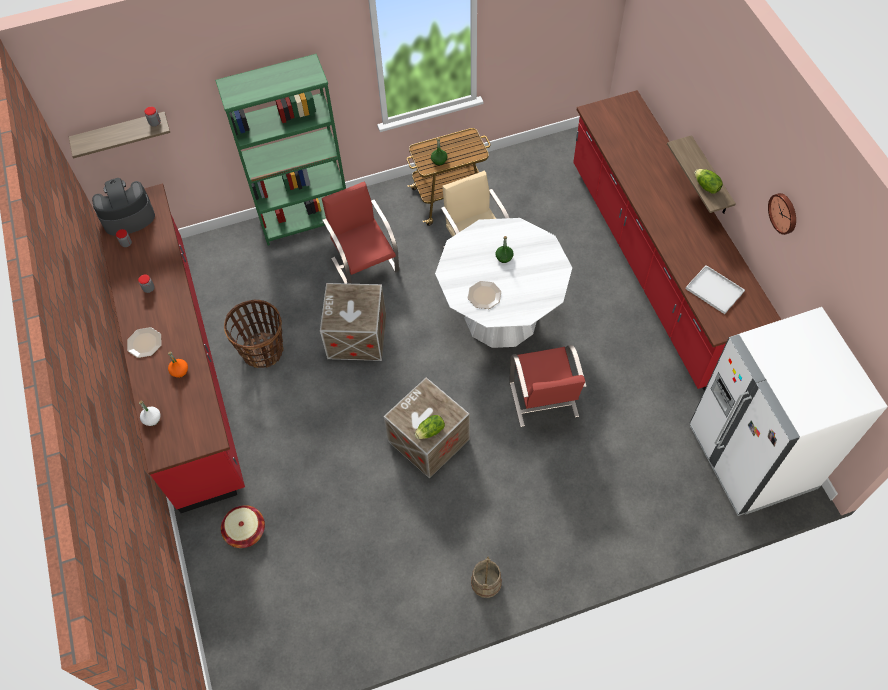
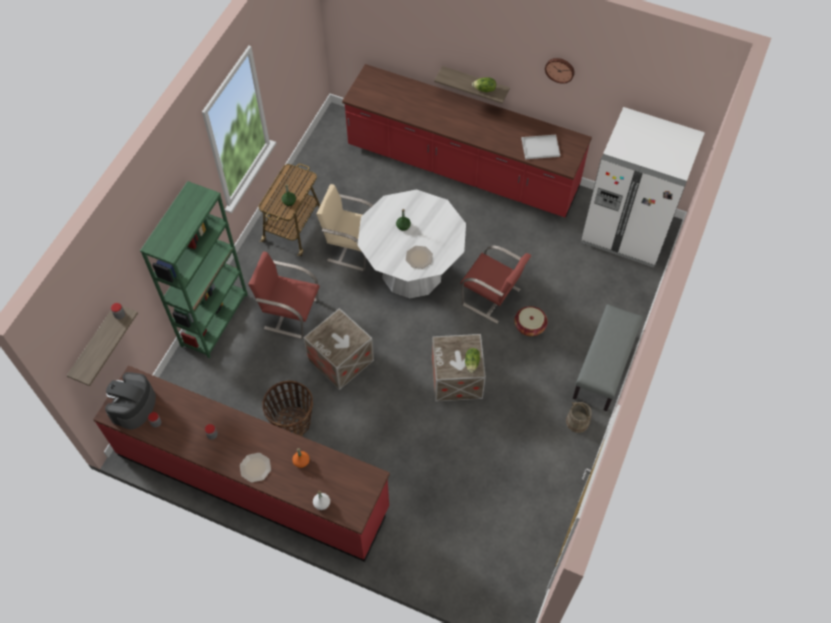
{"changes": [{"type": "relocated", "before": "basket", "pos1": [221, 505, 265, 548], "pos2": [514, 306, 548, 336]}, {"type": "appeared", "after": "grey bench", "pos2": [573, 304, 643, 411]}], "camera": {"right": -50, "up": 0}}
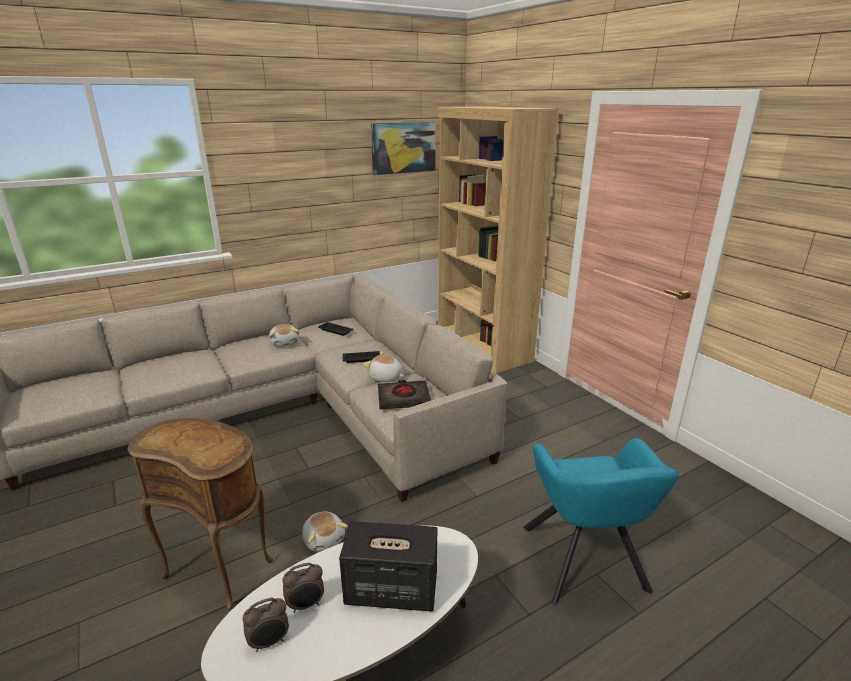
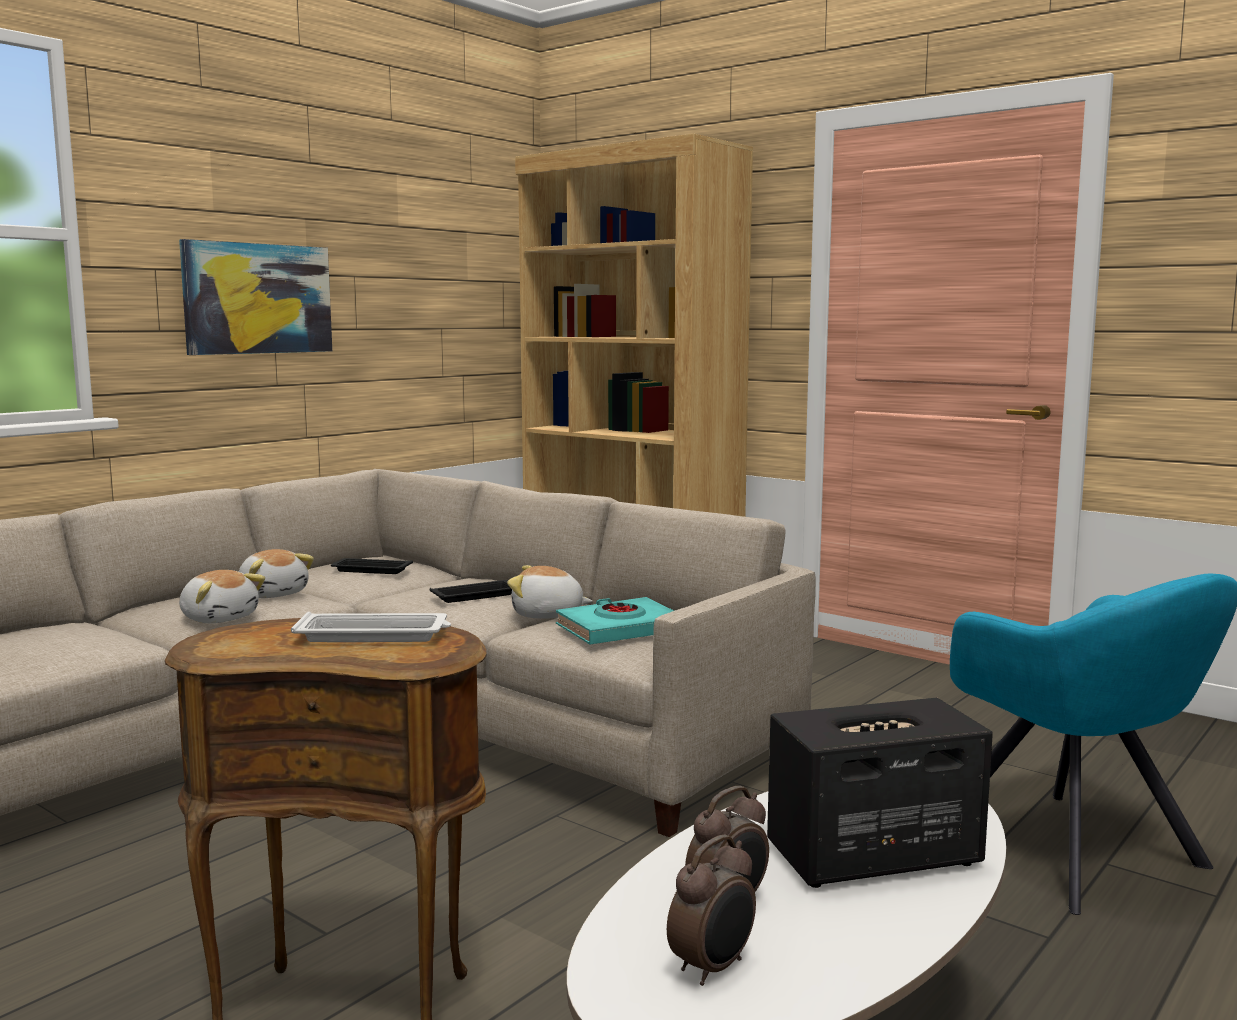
{"changes": [{"type": "relocated", "before": "plush toy", "pos1": [302, 511, 348, 552], "pos2": [179, 570, 265, 624]}, {"type": "relocated", "before": "picture", "pos1": [371, 122, 436, 175], "pos2": [179, 239, 332, 355]}, {"type": "colour", "before": "black book", "after": "turquoise book", "pos1": [378, 380, 431, 409], "pos2": [556, 597, 674, 645]}, {"type": "appeared", "after": "white tray", "pos2": [291, 612, 451, 642]}], "camera": {"right": -20, "up": -15}}
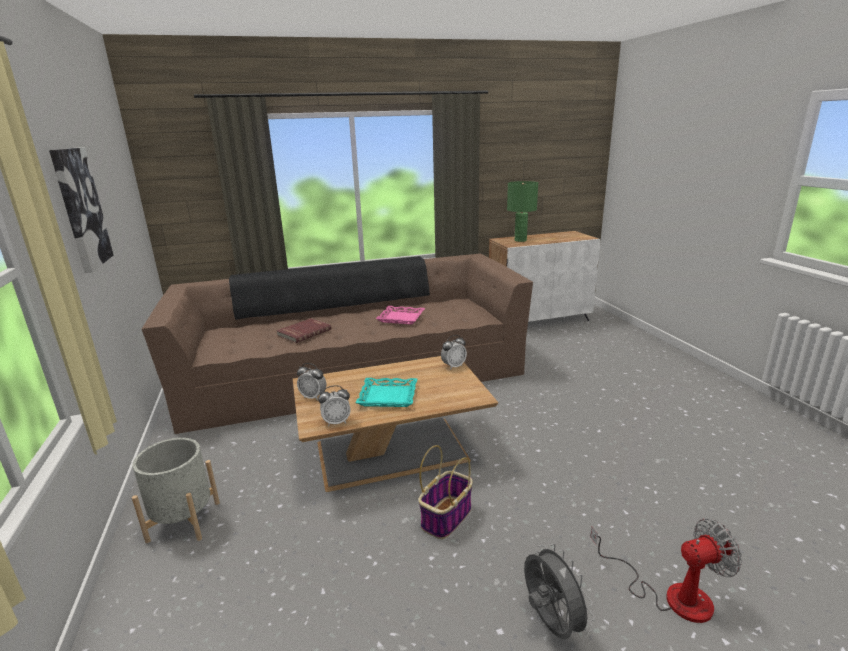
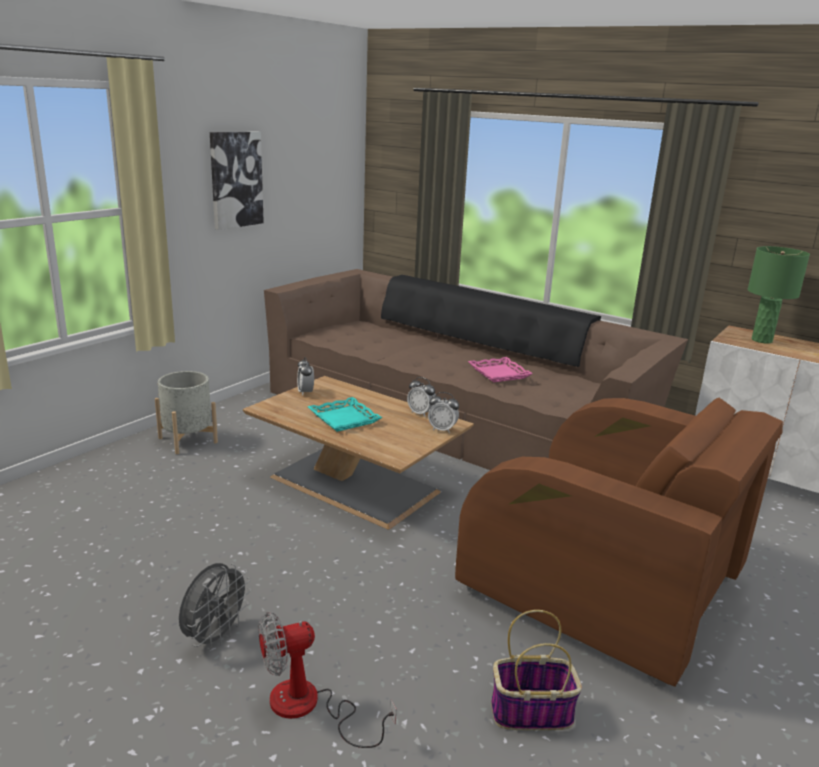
{"changes": [{"type": "missing", "before": "red book", "pos1": [277, 318, 331, 343]}, {"type": "relocated", "before": "alarm clock", "pos1": [318, 385, 350, 426], "pos2": [407, 377, 436, 417]}, {"type": "relocated", "before": "basket", "pos1": [418, 445, 473, 539], "pos2": [491, 610, 582, 730]}, {"type": "spun", "before": "fan", "pos1": [590, 519, 742, 623], "pos2": [258, 611, 396, 748], "turn": 120}, {"type": "appeared", "after": "brown armchair", "pos2": [455, 397, 783, 687]}], "camera": {"right": 50, "up": 0}}
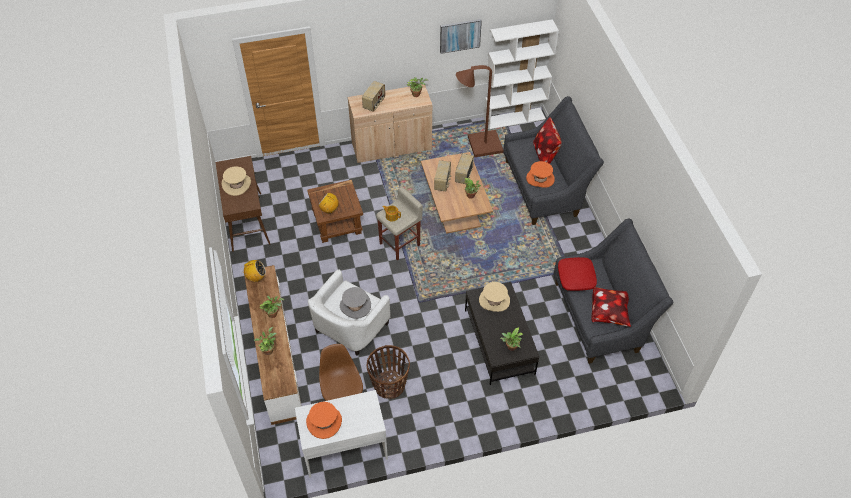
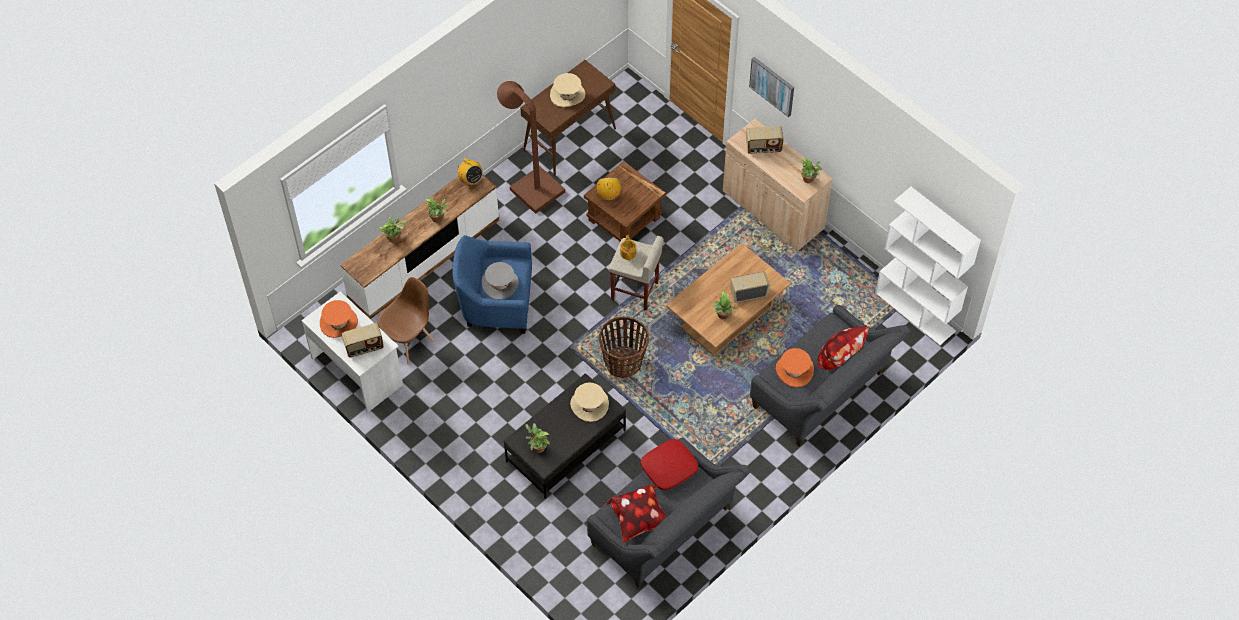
{"changes": [{"type": "colour", "before": "white armchair", "after": "blue armchair", "pos1": [308, 269, 391, 356], "pos2": [452, 235, 532, 334]}, {"type": "relocated", "before": "basket", "pos1": [367, 345, 410, 399], "pos2": [599, 316, 649, 378]}, {"type": "relocated", "before": "radio", "pos1": [434, 160, 451, 191], "pos2": [342, 323, 384, 358]}, {"type": "relocated", "before": "picture", "pos1": [440, 19, 482, 54], "pos2": [749, 57, 794, 117]}, {"type": "relocated", "before": "brown floor lamp", "pos1": [456, 65, 503, 157], "pos2": [497, 81, 565, 214]}], "camera": {"right": 60, "up": 5}}
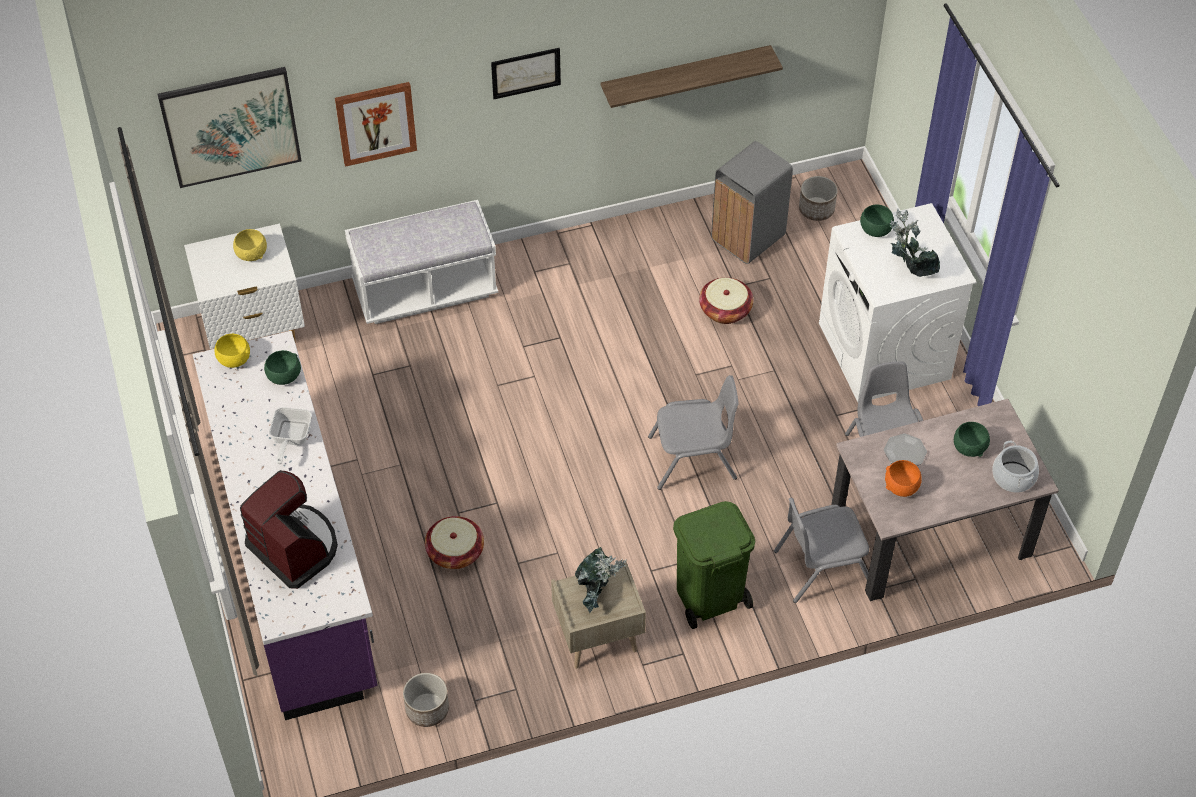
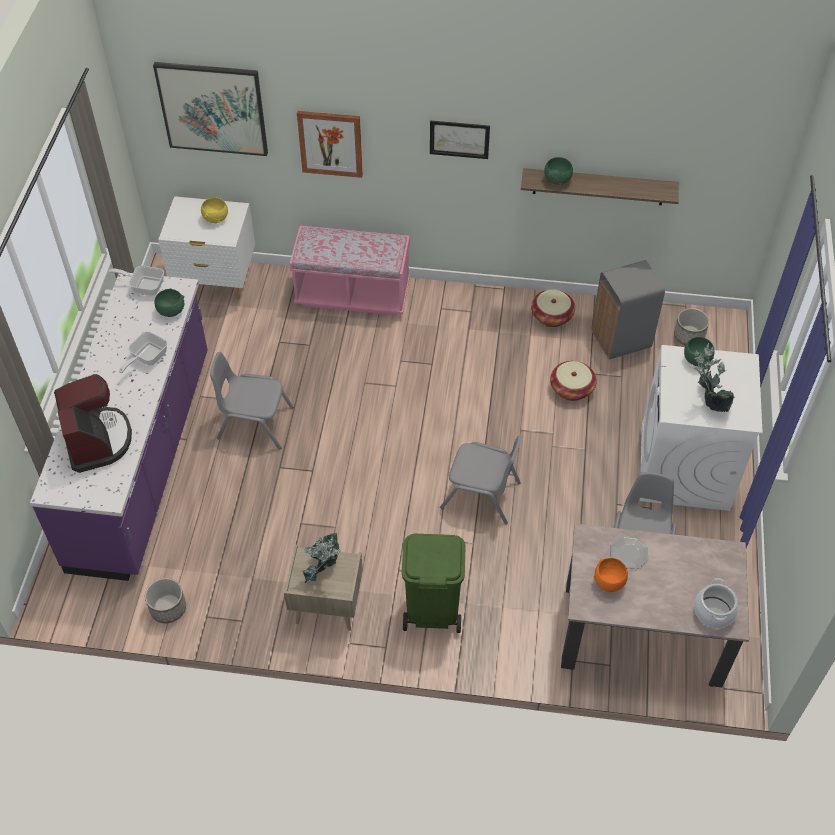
{"changes": [{"type": "exchanged", "before": "yellow bowl", "after": "frying pan", "pos1": [214, 334, 250, 368], "pos2": [108, 266, 164, 296]}, {"type": "colour", "before": "white bench", "after": "pink bench", "pos1": [345, 200, 498, 324], "pos2": [290, 226, 410, 315]}, {"type": "relocated", "before": "basket", "pos1": [425, 516, 484, 569], "pos2": [531, 289, 575, 327]}, {"type": "relocated", "before": "grey chair", "pos1": [774, 498, 869, 603], "pos2": [210, 352, 293, 450]}, {"type": "relocated", "before": "green bowl", "pos1": [954, 422, 990, 457], "pos2": [544, 157, 573, 185]}], "camera": {"right": 25, "up": 0}}
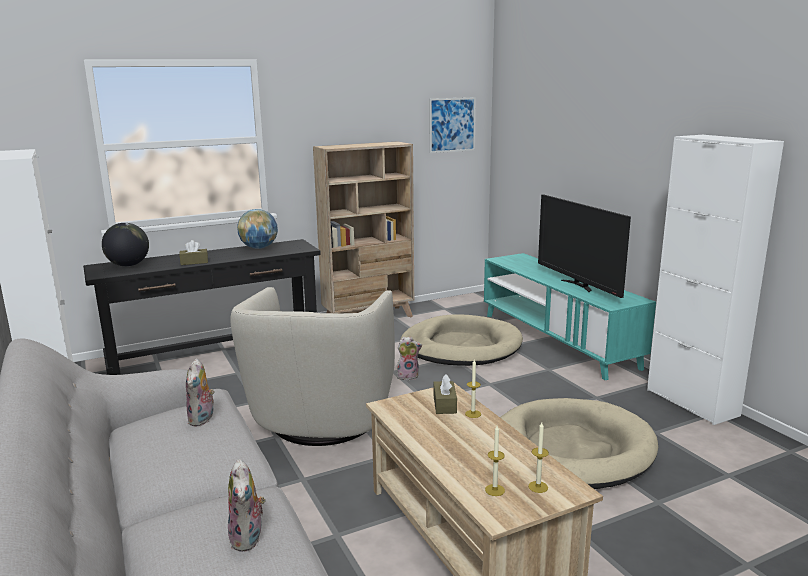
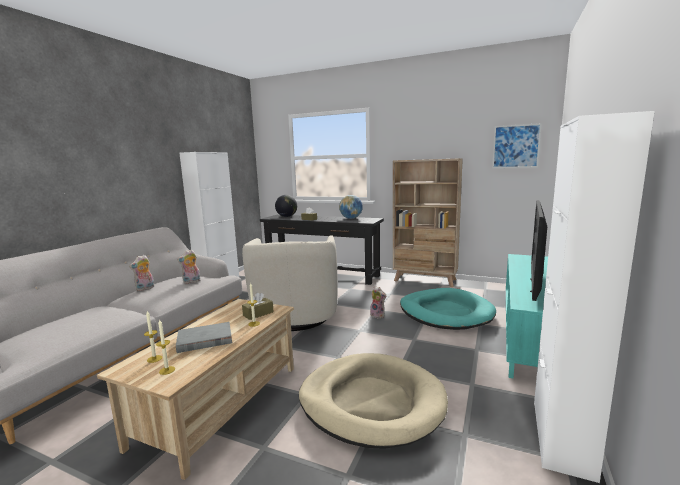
{"changes": [{"type": "relocated", "before": "plush toy", "pos1": [228, 459, 266, 552], "pos2": [129, 255, 154, 291]}, {"type": "spun", "before": "beige armchair", "pos1": [230, 287, 395, 446], "pos2": [242, 235, 337, 331], "turn": -60}, {"type": "colour", "before": "beige dog bed", "after": "turquoise dog bed", "pos1": [401, 314, 523, 366], "pos2": [400, 288, 496, 330]}, {"type": "appeared", "after": "grey book", "pos2": [176, 322, 232, 353]}], "camera": {"right": 50, "up": -5}}
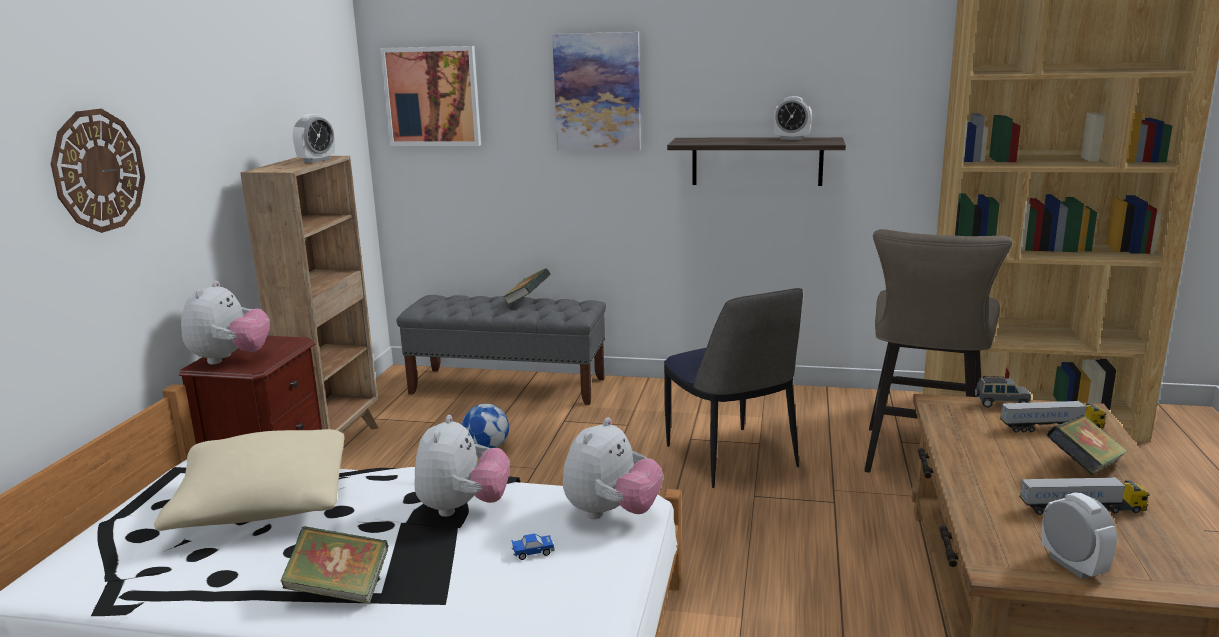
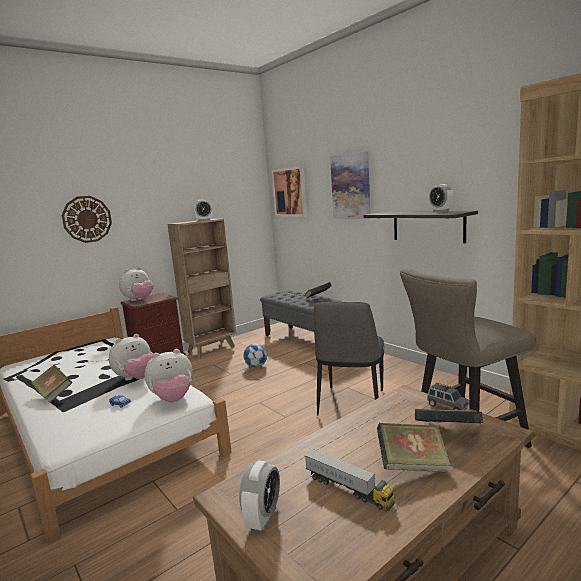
{"changes": [{"type": "missing", "before": "beige pillow", "pos1": [154, 429, 345, 531]}, {"type": "exchanged", "before": "toy truck", "after": "book", "pos1": [1000, 400, 1107, 433], "pos2": [415, 408, 483, 423]}], "camera": {"right": 40, "up": -5}}
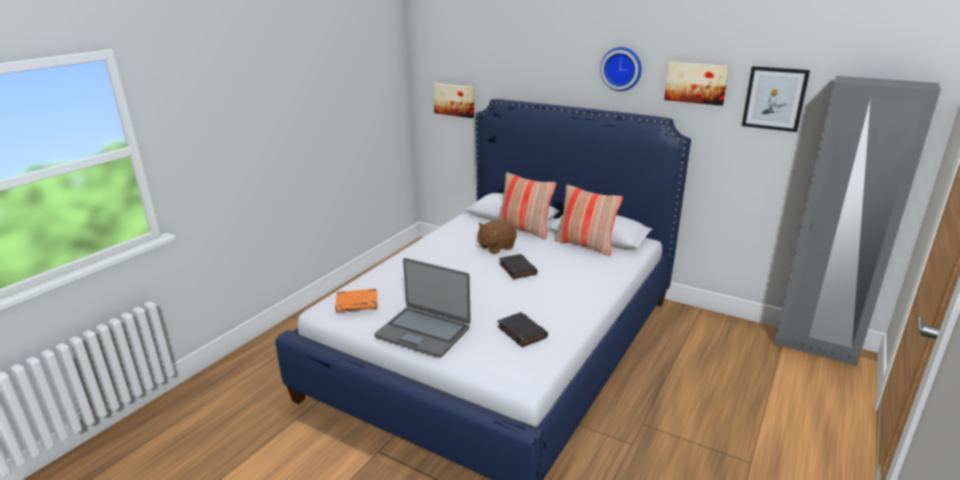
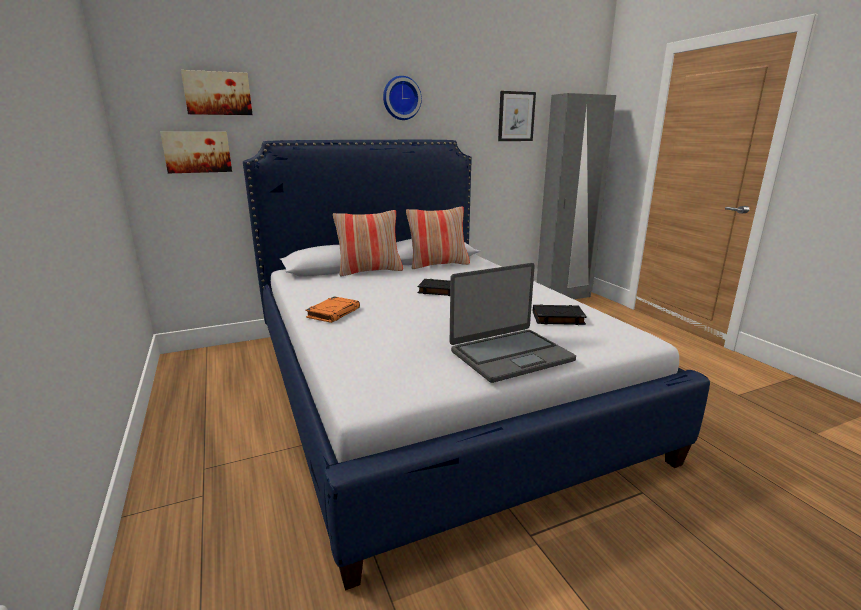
{"changes": [{"type": "relocated", "before": "orange book", "pos1": [335, 289, 377, 312], "pos2": [305, 296, 360, 323]}, {"type": "missing", "before": "brown plush toy", "pos1": [478, 219, 517, 254]}, {"type": "relocated", "before": "picture", "pos1": [664, 62, 729, 106], "pos2": [181, 70, 252, 115]}], "camera": {"right": -55, "up": -5}}
